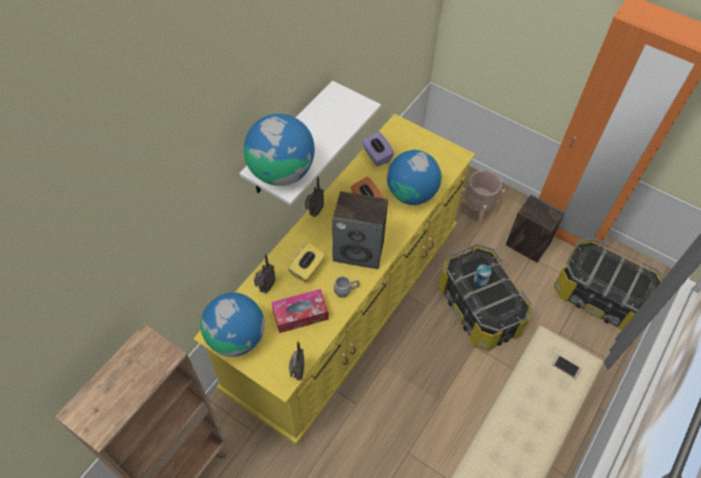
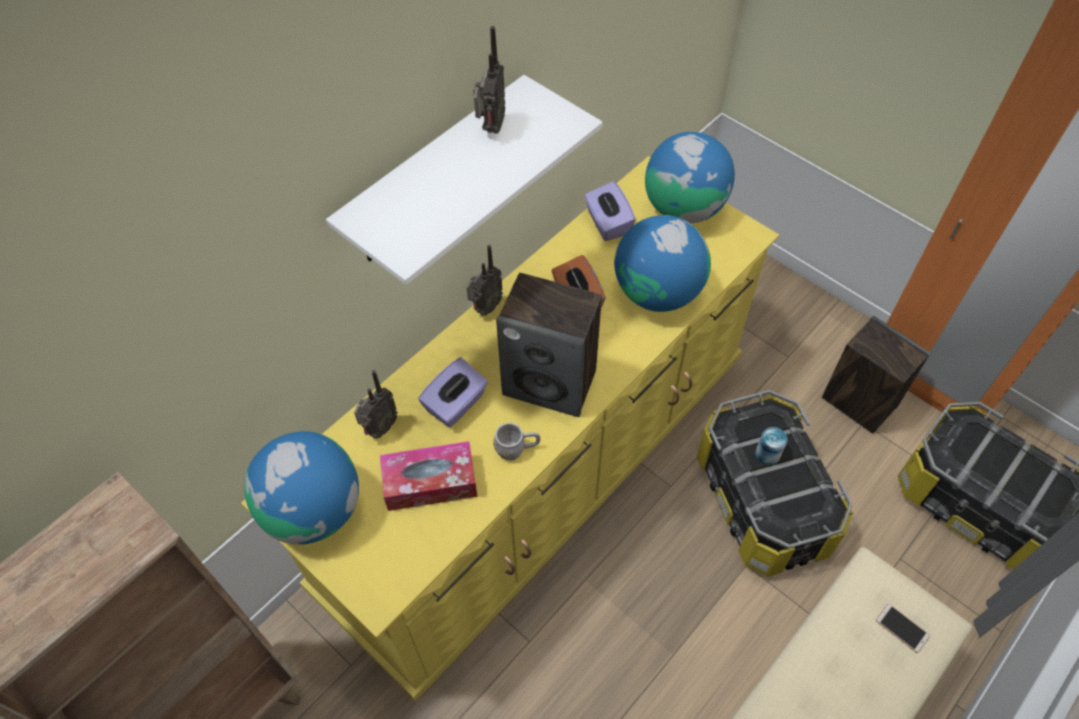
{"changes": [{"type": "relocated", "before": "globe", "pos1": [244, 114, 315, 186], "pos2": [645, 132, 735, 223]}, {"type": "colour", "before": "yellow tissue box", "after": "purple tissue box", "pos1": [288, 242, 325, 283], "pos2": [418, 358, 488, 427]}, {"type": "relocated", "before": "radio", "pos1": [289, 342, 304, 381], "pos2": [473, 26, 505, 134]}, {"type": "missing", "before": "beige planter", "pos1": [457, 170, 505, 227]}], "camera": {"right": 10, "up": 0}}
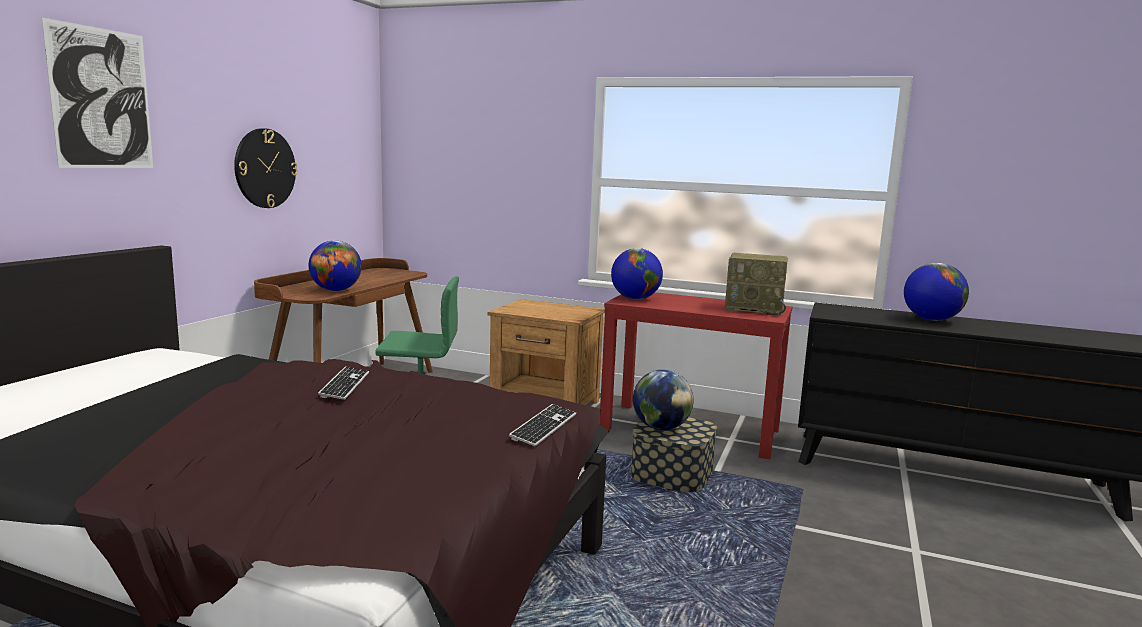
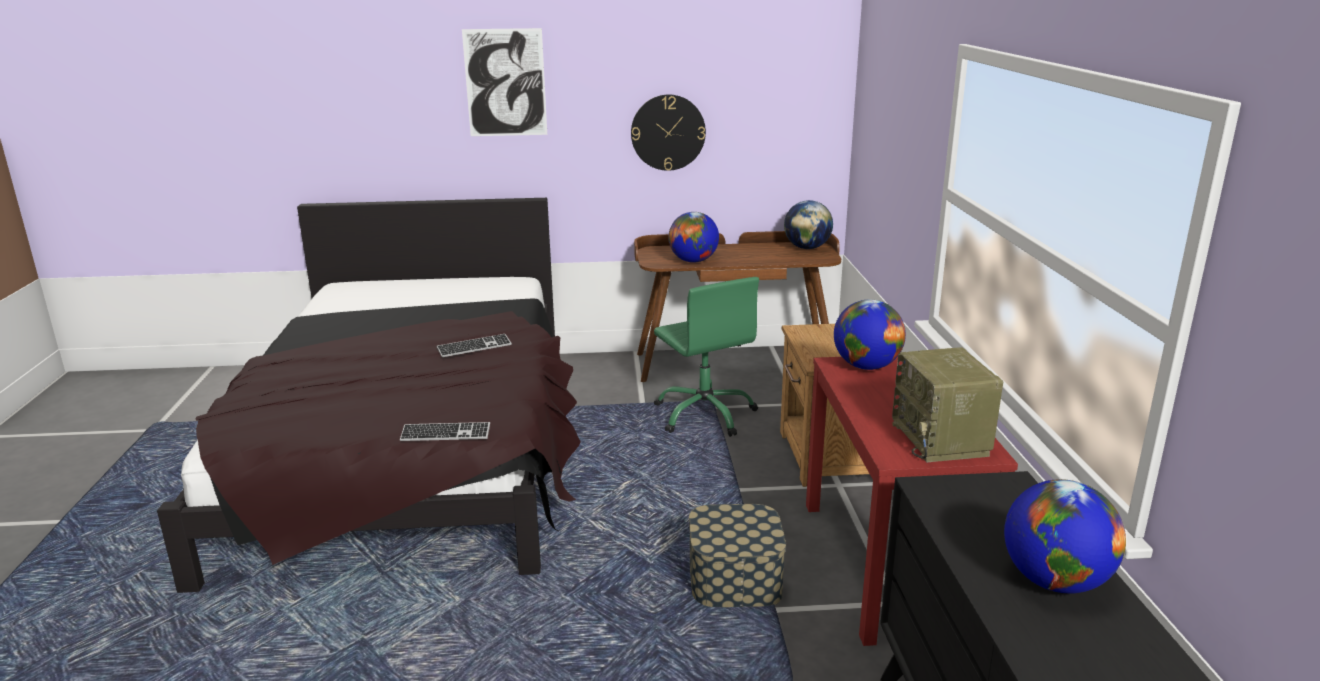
{"changes": [{"type": "relocated", "before": "globe", "pos1": [633, 369, 694, 430], "pos2": [784, 200, 833, 249]}], "camera": {"right": 65, "up": 10}}
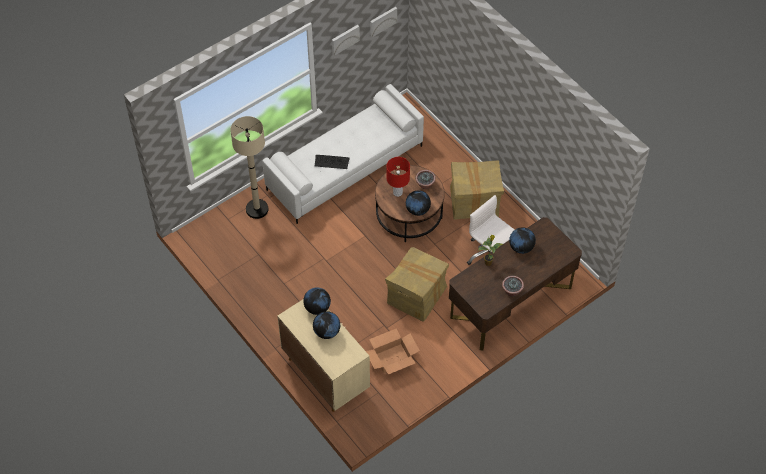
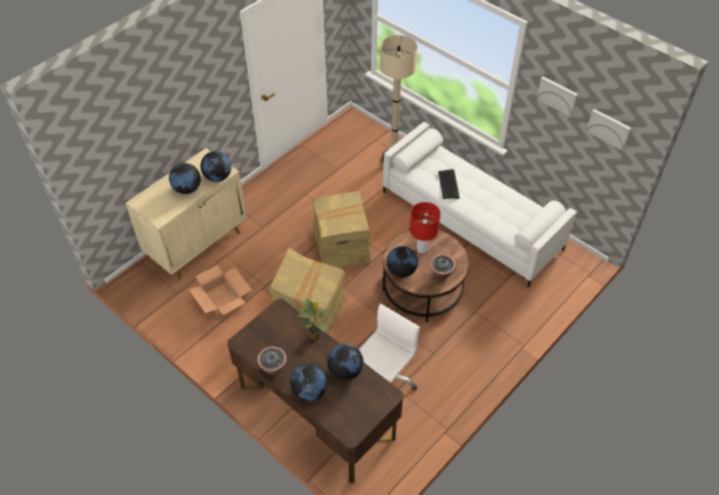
{"changes": [{"type": "relocated", "before": "cardboard box", "pos1": [450, 160, 504, 220], "pos2": [312, 191, 371, 268]}, {"type": "appeared", "after": "globe", "pos2": [290, 364, 327, 402]}], "camera": {"right": 80, "up": -5}}
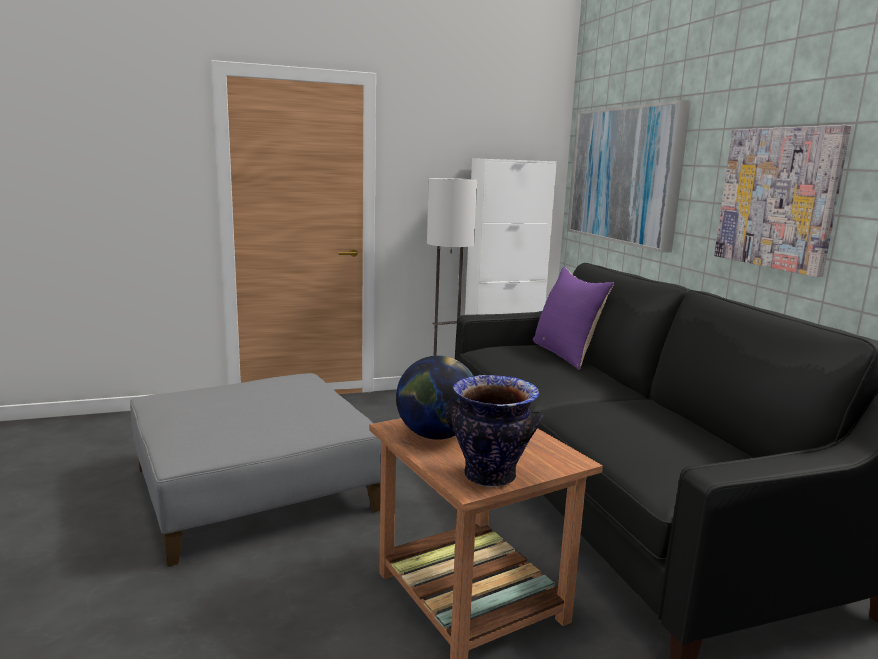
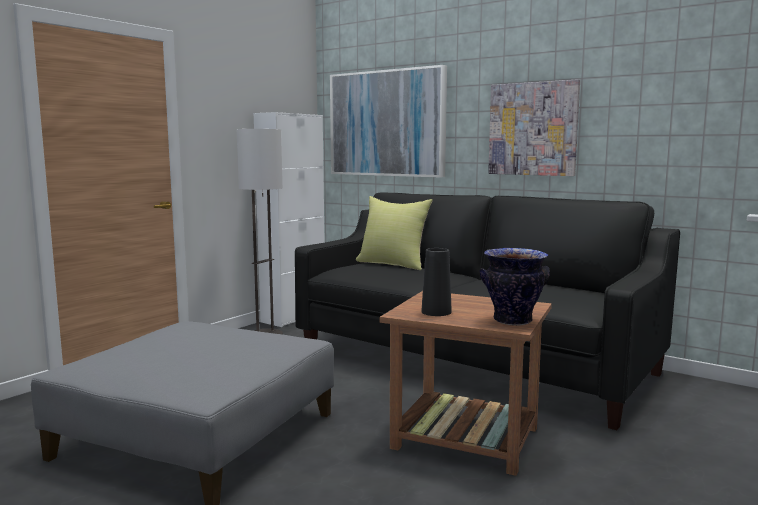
{"changes": [{"type": "exchanged", "before": "globe", "after": "black vase", "pos1": [396, 355, 473, 440], "pos2": [421, 248, 452, 316]}, {"type": "colour", "before": "purple pillow", "after": "yellow pillow", "pos1": [533, 267, 614, 370], "pos2": [356, 196, 433, 270]}], "camera": {"right": -35, "up": -5}}
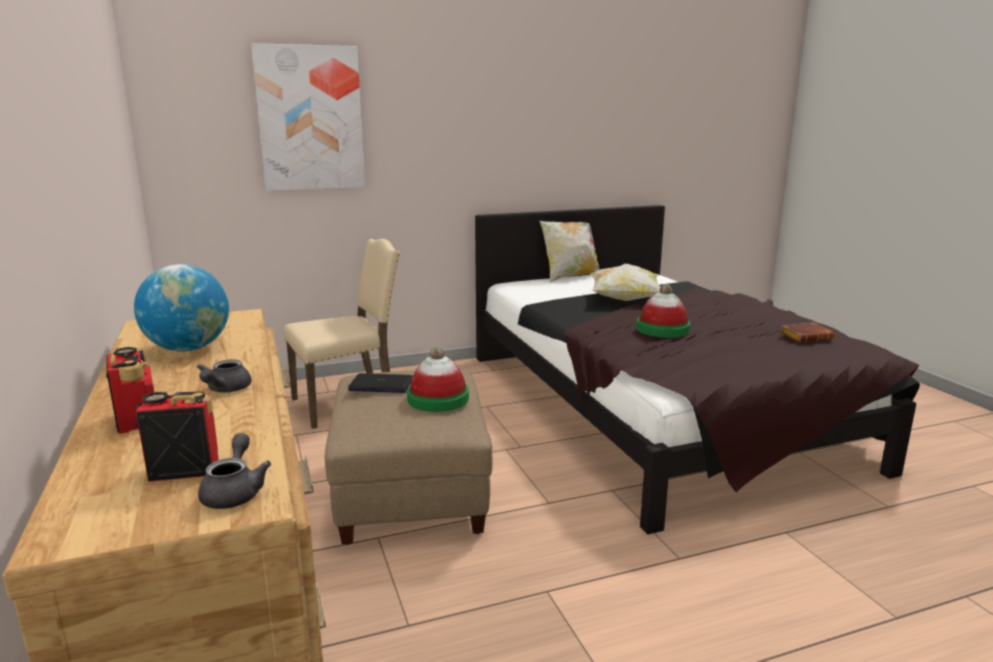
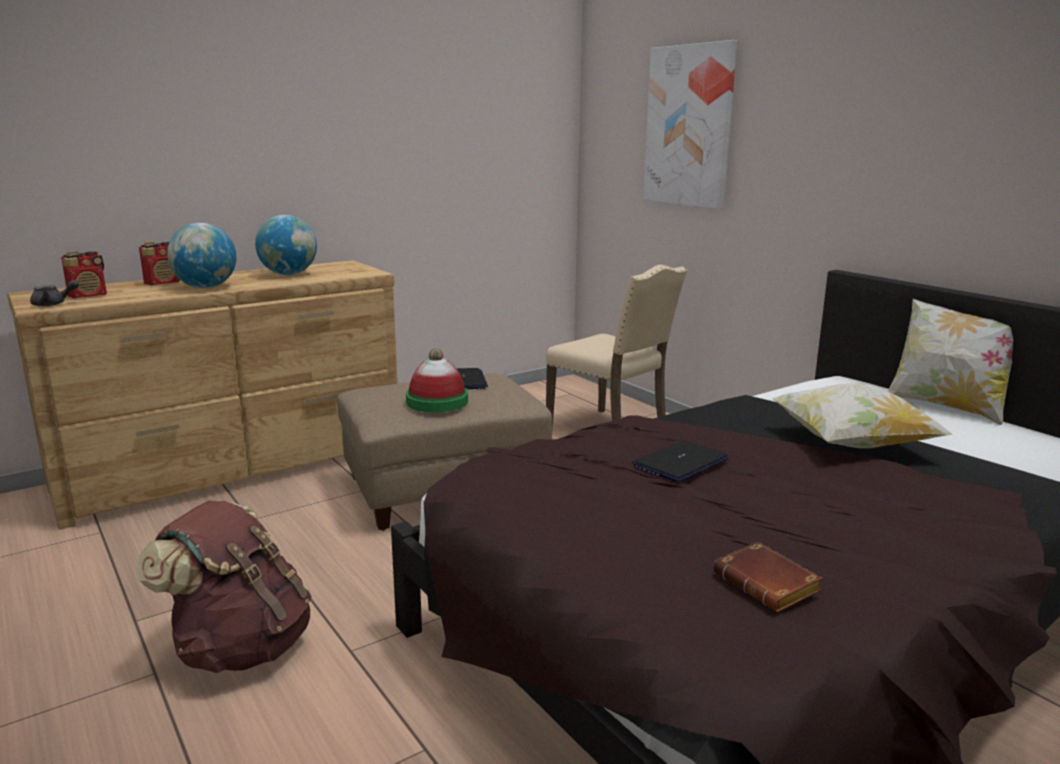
{"changes": [{"type": "spun", "before": "radio", "pos1": [135, 392, 219, 482], "pos2": [61, 250, 107, 298], "turn": 75}, {"type": "exchanged", "before": "grey teapot", "after": "globe", "pos1": [196, 359, 251, 393], "pos2": [167, 223, 237, 288]}, {"type": "exchanged", "before": "hat", "after": "laptop", "pos1": [636, 284, 690, 338], "pos2": [632, 440, 728, 482]}, {"type": "appeared", "after": "brown backpack", "pos2": [135, 500, 312, 673]}], "camera": {"right": 75, "up": 0}}
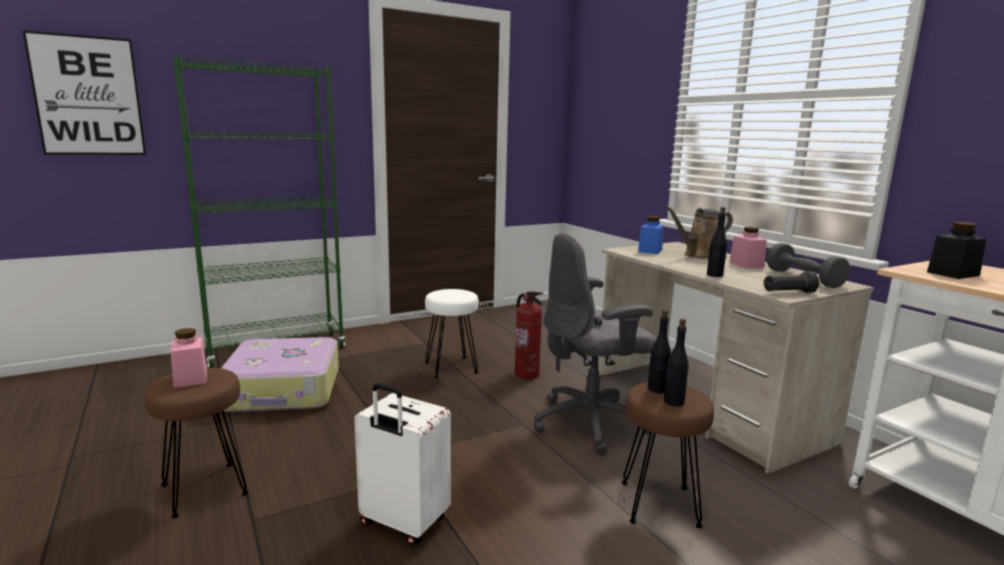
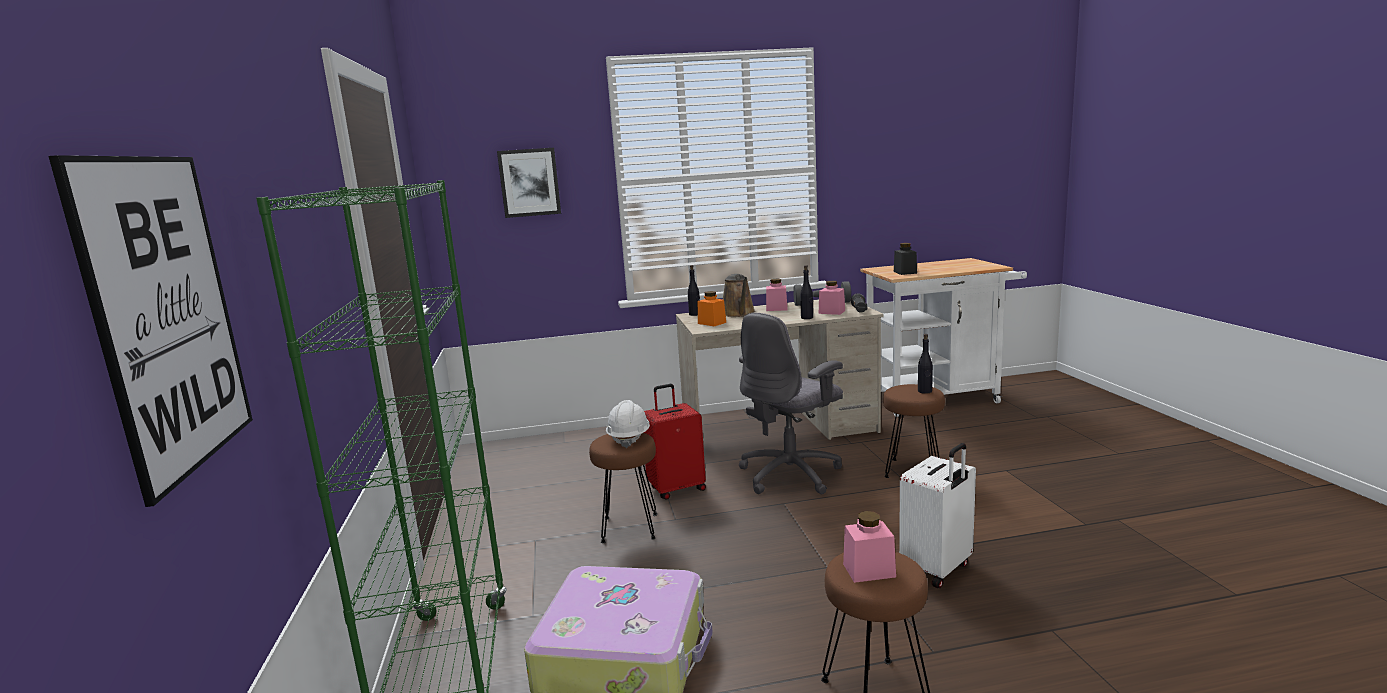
{"changes": [{"type": "colour", "before": "white stool", "after": "brown stool", "pos1": [425, 289, 479, 378], "pos2": [589, 433, 658, 543]}, {"type": "exchanged", "before": "fire extinguisher", "after": "red suitcase", "pos1": [515, 291, 543, 380], "pos2": [644, 384, 706, 500]}, {"type": "spun", "before": "grey office chair", "pos1": [534, 233, 657, 455], "pos2": [739, 313, 843, 494], "turn": 45}, {"type": "colour", "before": "blue jar", "after": "orange jar", "pos1": [638, 216, 664, 254], "pos2": [698, 291, 726, 326]}, {"type": "relocated", "before": "black bottle", "pos1": [648, 309, 671, 393], "pos2": [688, 265, 700, 316]}, {"type": "appeared", "after": "picture", "pos2": [497, 148, 561, 218]}, {"type": "appeared", "after": "white hard hat", "pos2": [606, 400, 650, 448]}, {"type": "appeared", "after": "pink jar", "pos2": [819, 281, 845, 315]}], "camera": {"right": -70, "up": 0}}
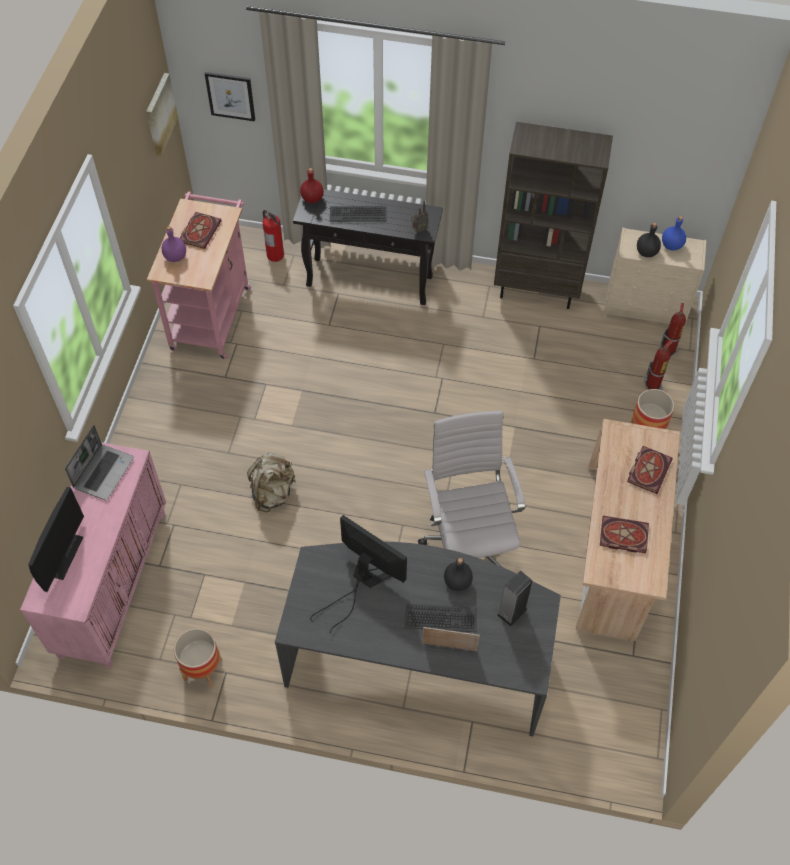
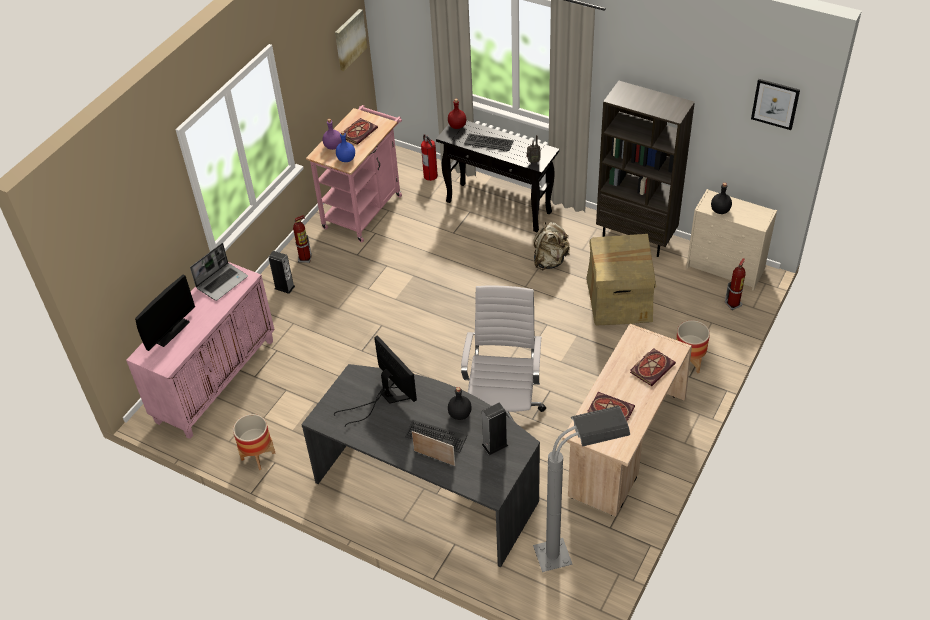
{"changes": [{"type": "relocated", "before": "picture", "pos1": [205, 72, 255, 121], "pos2": [751, 79, 800, 130]}, {"type": "relocated", "before": "beige backpack", "pos1": [247, 453, 296, 512], "pos2": [534, 222, 570, 270]}, {"type": "relocated", "before": "fire extinguisher", "pos1": [644, 340, 673, 390], "pos2": [293, 215, 312, 263]}, {"type": "relocated", "before": "blue bottle", "pos1": [662, 216, 686, 251], "pos2": [336, 131, 355, 162]}, {"type": "appeared", "after": "speaker", "pos2": [268, 251, 295, 294]}, {"type": "appeared", "after": "grey floor lamp", "pos2": [533, 406, 630, 572]}, {"type": "appeared", "after": "cardboard box", "pos2": [586, 234, 656, 326]}], "camera": {"right": 20, "up": -10}}
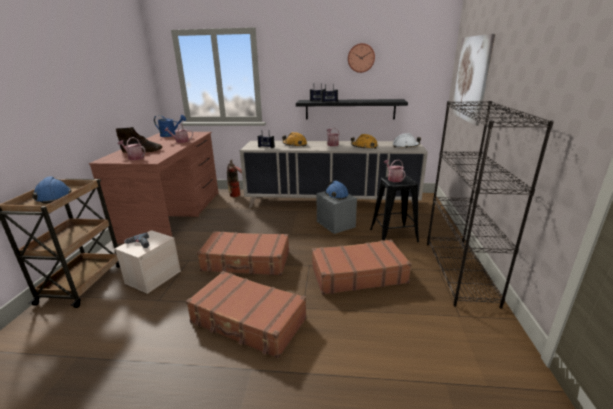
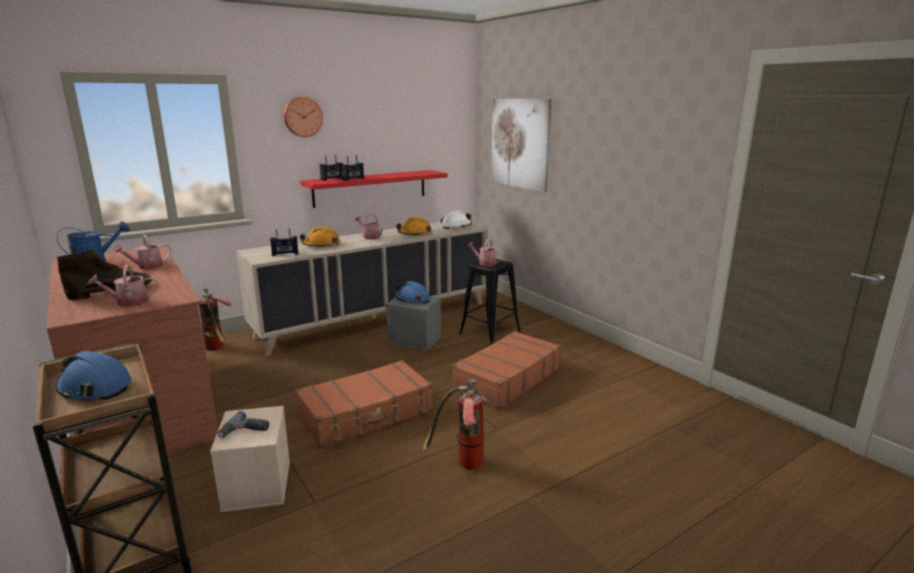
{"changes": [{"type": "exchanged", "before": "brown suitcase", "after": "fire extinguisher", "pos1": [186, 271, 307, 358], "pos2": [423, 379, 487, 470]}, {"type": "colour", "before": "black shelf", "after": "red shelf", "pos1": [296, 99, 408, 120], "pos2": [300, 170, 448, 208]}, {"type": "relocated", "before": "wall clock", "pos1": [348, 43, 375, 73], "pos2": [284, 97, 323, 137]}, {"type": "missing", "before": "black bookcase", "pos1": [427, 101, 554, 309]}], "camera": {"right": -40, "up": -5}}
